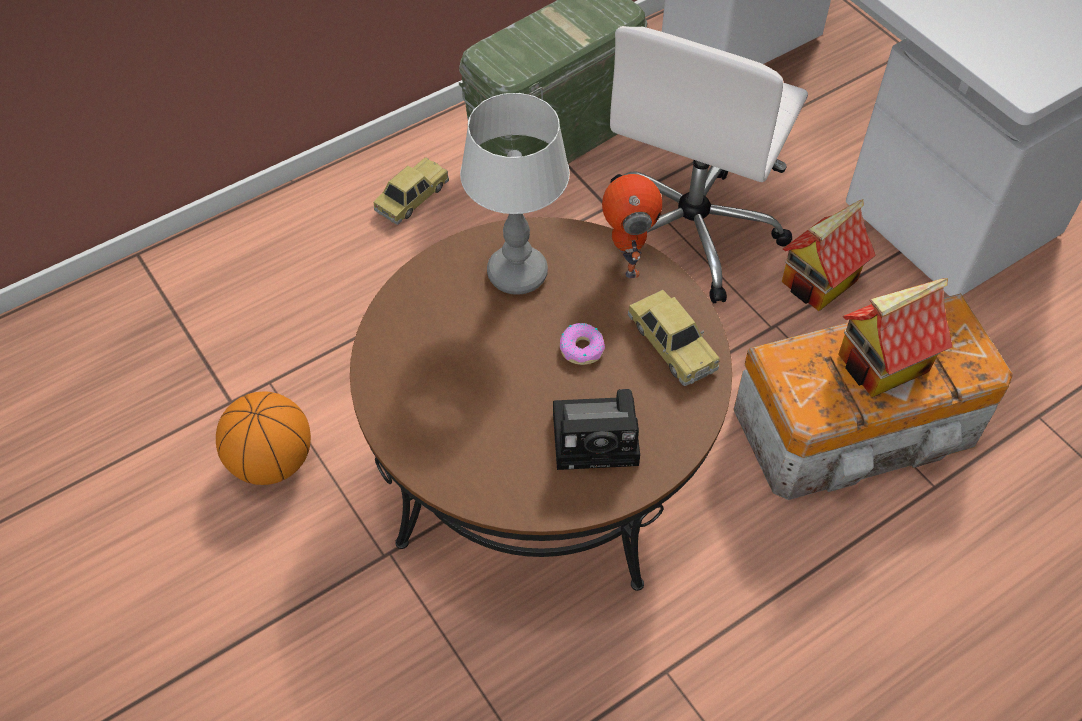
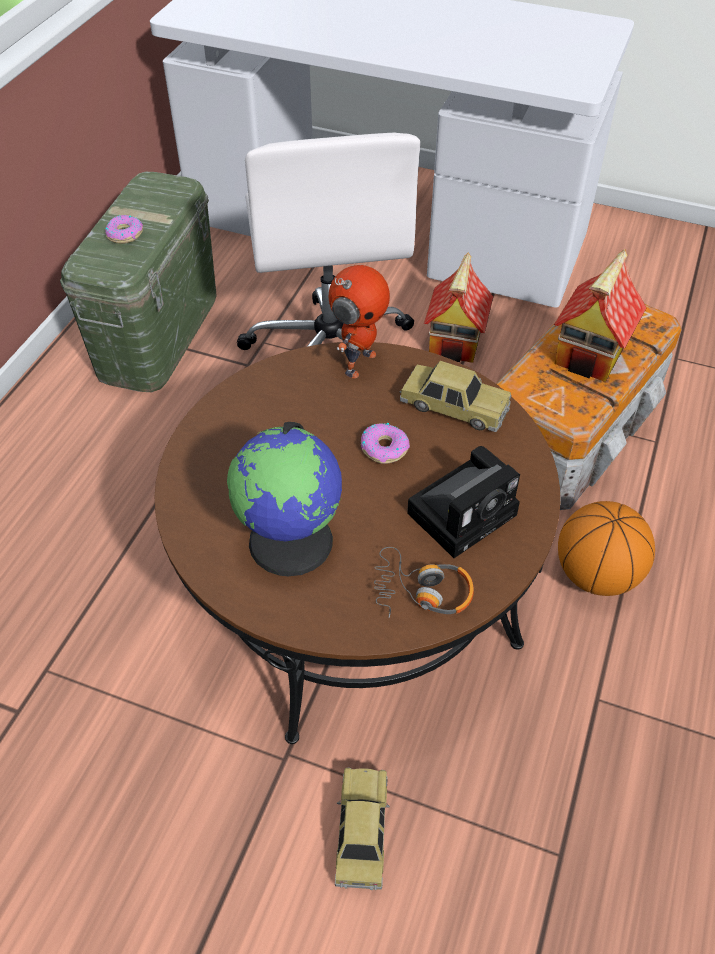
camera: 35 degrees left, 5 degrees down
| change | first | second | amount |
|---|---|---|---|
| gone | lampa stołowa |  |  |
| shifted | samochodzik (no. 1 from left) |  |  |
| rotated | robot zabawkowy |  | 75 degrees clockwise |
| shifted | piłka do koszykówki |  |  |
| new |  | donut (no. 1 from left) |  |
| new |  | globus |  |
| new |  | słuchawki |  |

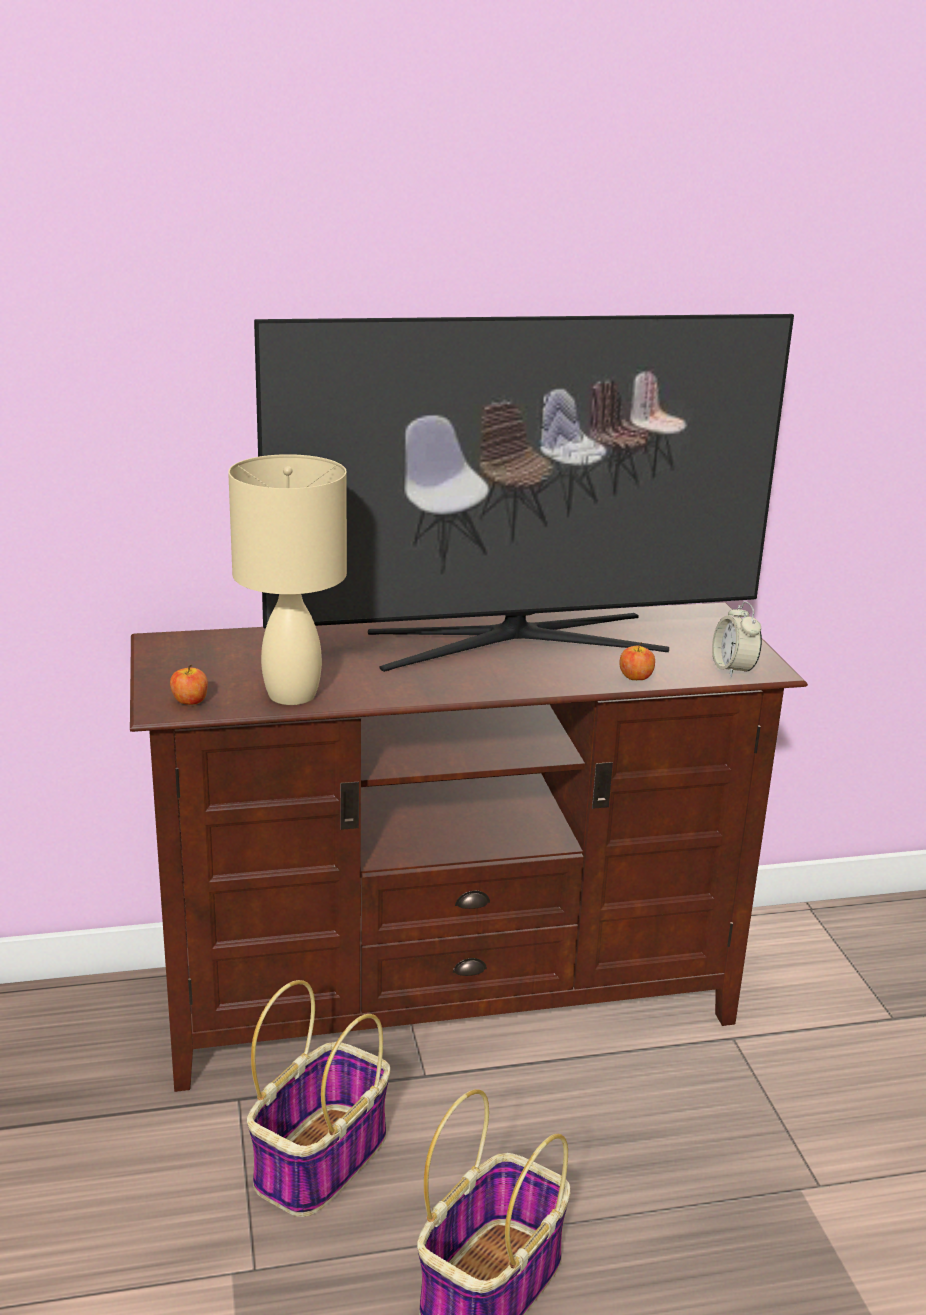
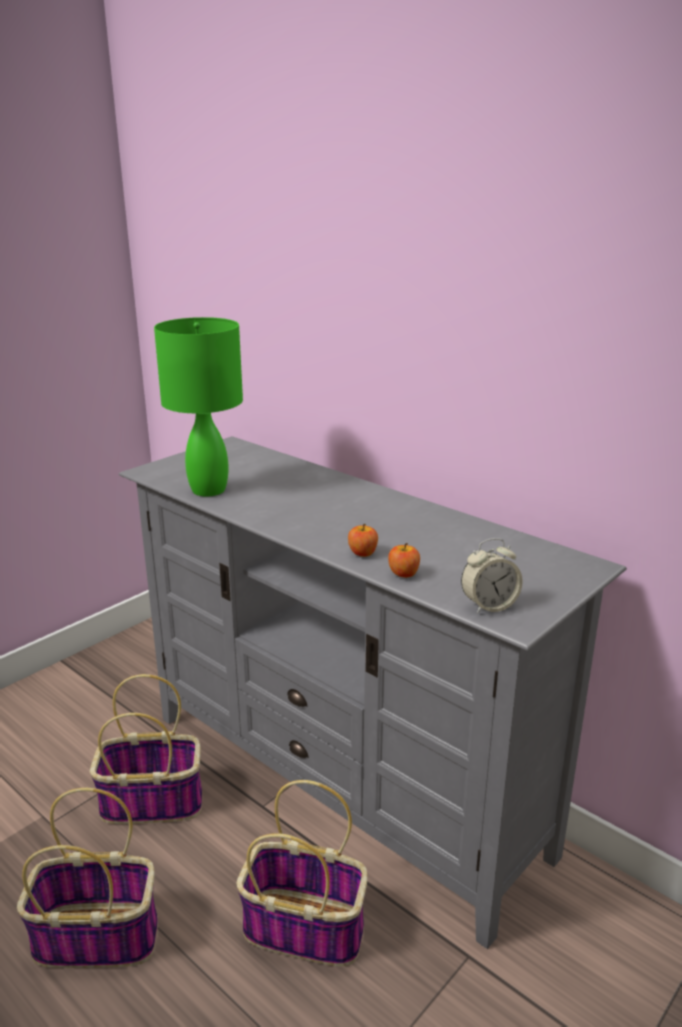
camera: 55 degrees right, 0 degrees up
| change | first | second | amount |
|---|---|---|---|
| gone | telewizor |  |  |
| repainted | lampa stołowa/beżowy | lampa stołowa/zielony |  |
| rotated | budzik |  | 150 degrees counterclockwise |
| repainted | szafka pod telewizor/brązowy | szafka pod telewizor/szary |  |
| shifted | jabłko (no. 1 from left) |  |  |
| new |  | koszyk (no. 3 from left) |  |

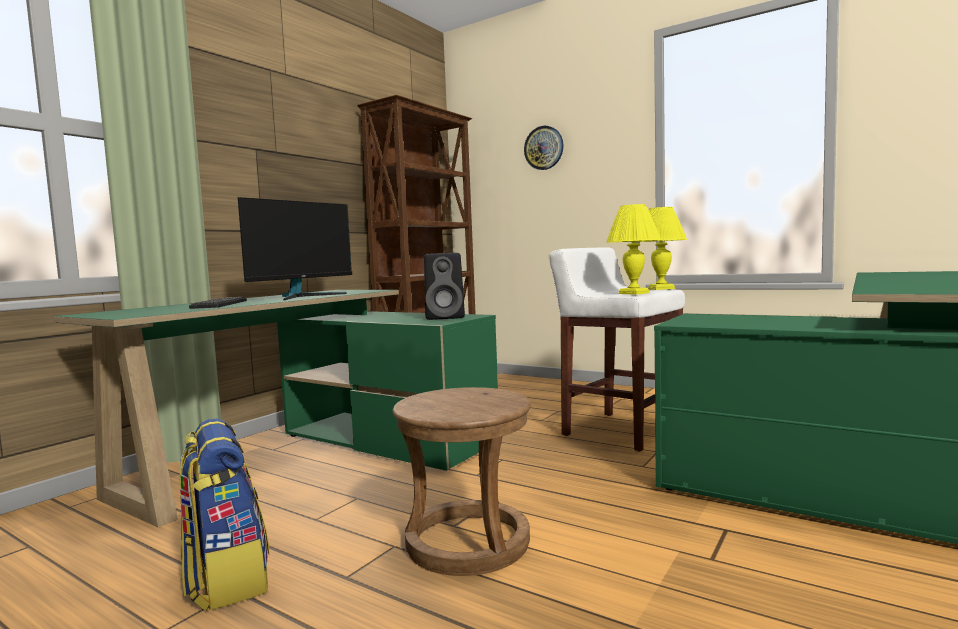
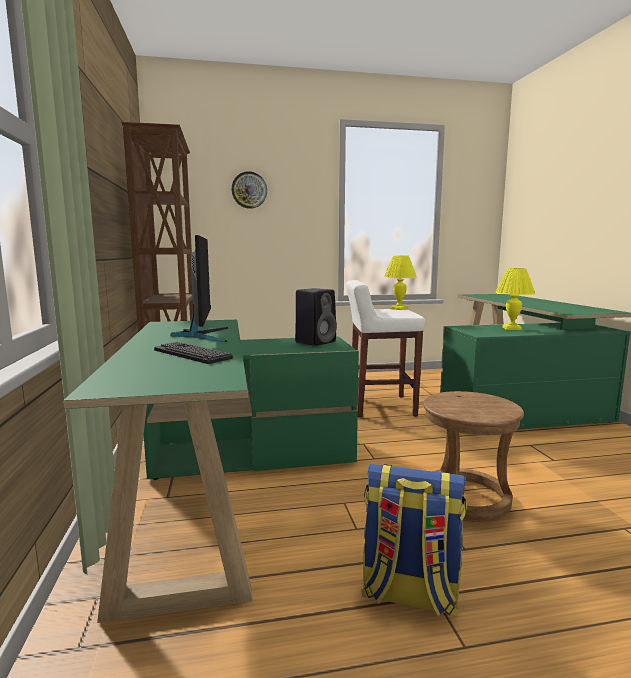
camera: 45 degrees left, 5 degrees up
| change | first | second | amount |
|---|---|---|---|
| shifted | lampa stołowa/żółty (no. 1 from left in the first image) | lampa stołowa/żółty (no. 2 from left) |  |

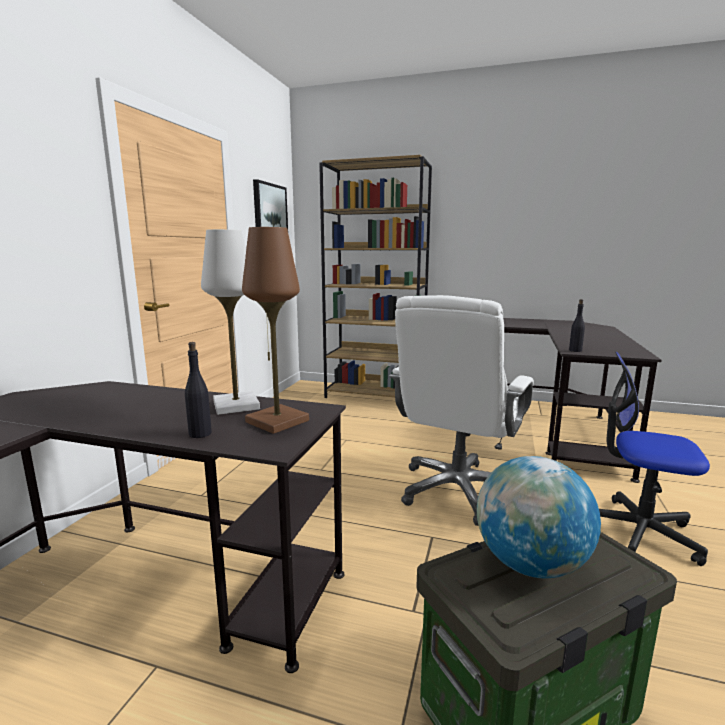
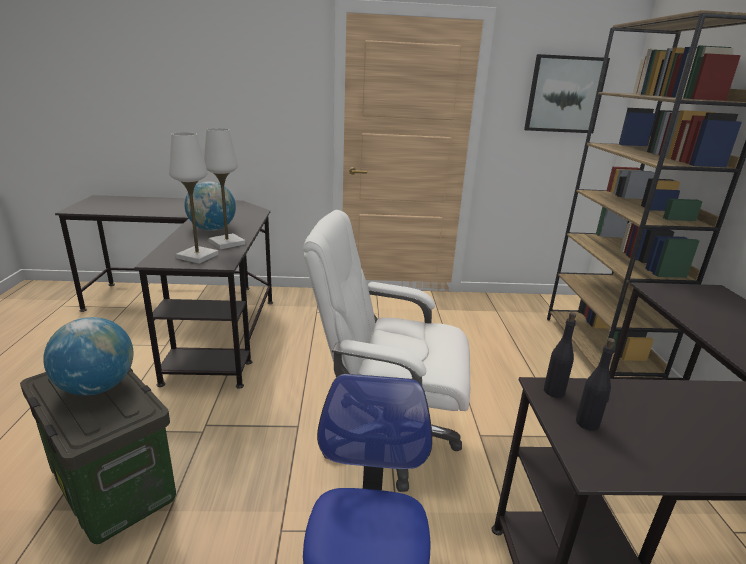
camera: 70 degrees right, 10 degrees up
| change | first | second | amount |
|---|---|---|---|
| repainted | lampa stołowa/brązowy | lampa stołowa/biały (no. 1 from left) |  |
| shifted | butelka/czarny (no. 1 from left in the first image) | butelka/czarny (no. 2 from left) |  |
| new |  | globus (no. 2 from left) |  |

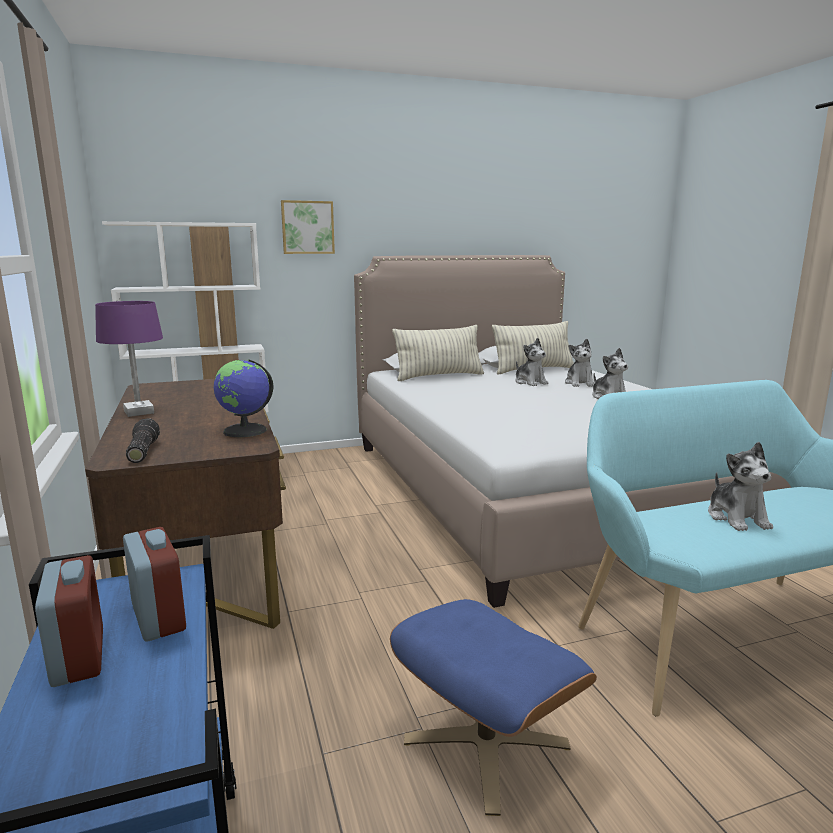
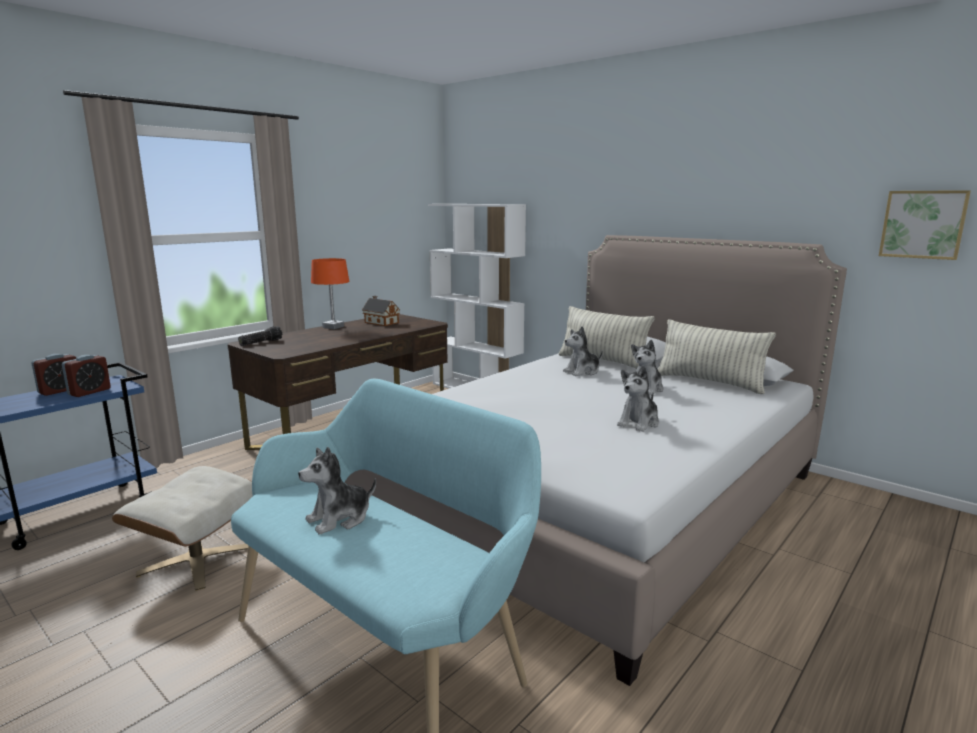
camera: 60 degrees right, 0 degrees up
| change | first | second | amount |
|---|---|---|---|
| shifted | obraz |  |  |
| repainted | lampa stołowa/fioletowy | lampa stołowa/pomarańczowy |  |
| shifted | pluszak (no. 2 from left) |  |  |
| gone | globus |  |  |
| repainted | pufa/niebieski | pufa/beżowy |  |
| new |  | domek |  |

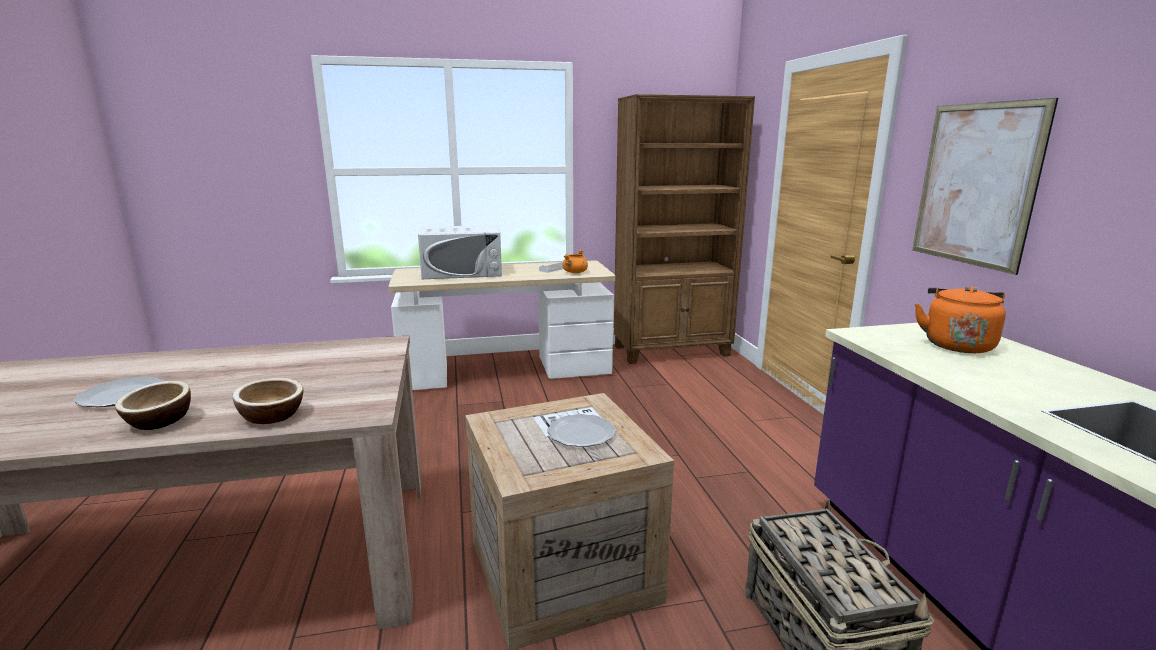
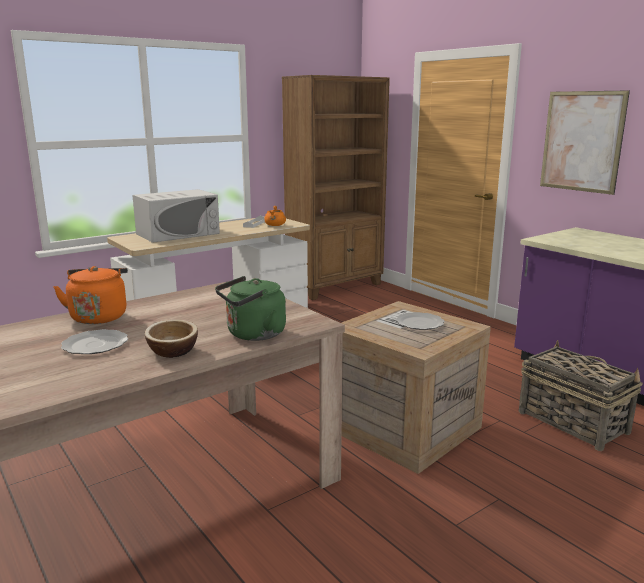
camera: 25 degrees left, 0 degrees up
| change | first | second | amount |
|---|---|---|---|
| shifted | czajnik/pomarańczowy |  |  |
| swapped | miska (no. 2 from left) | czajnik/zielony |  |

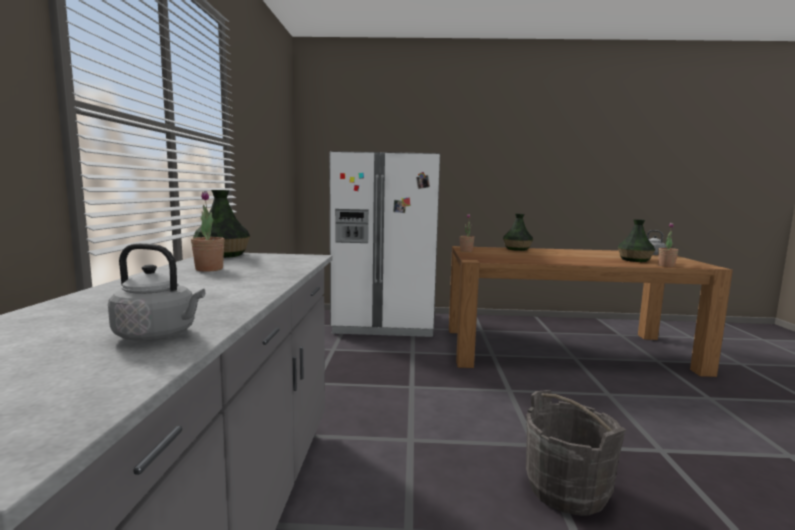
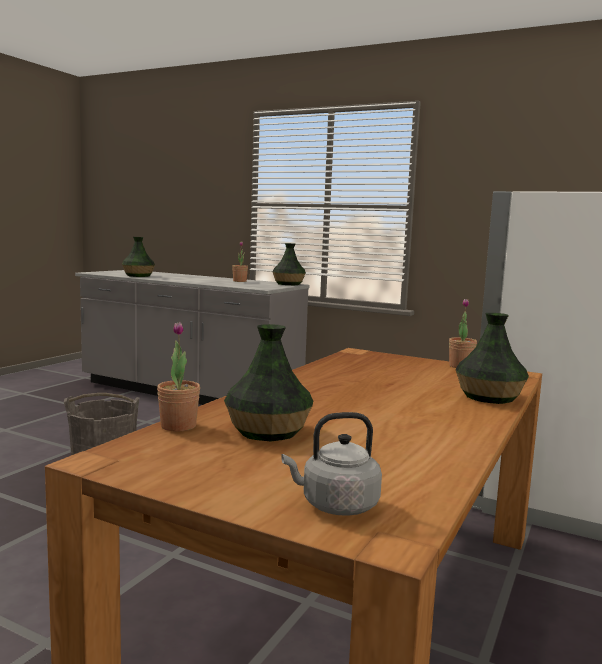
camera: 115 degrees right, 0 degrees up
| change | first | second | amount |
|---|---|---|---|
| swapped | czajnik/szary (no. 1 from left) | wazon (no. 1 from left) |  |

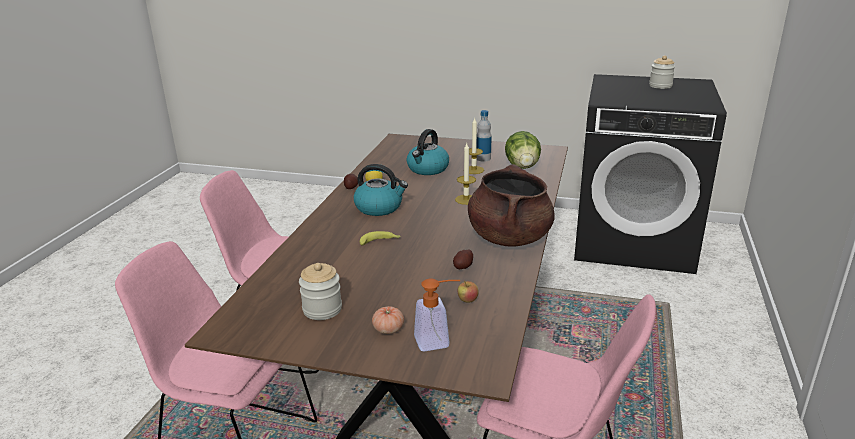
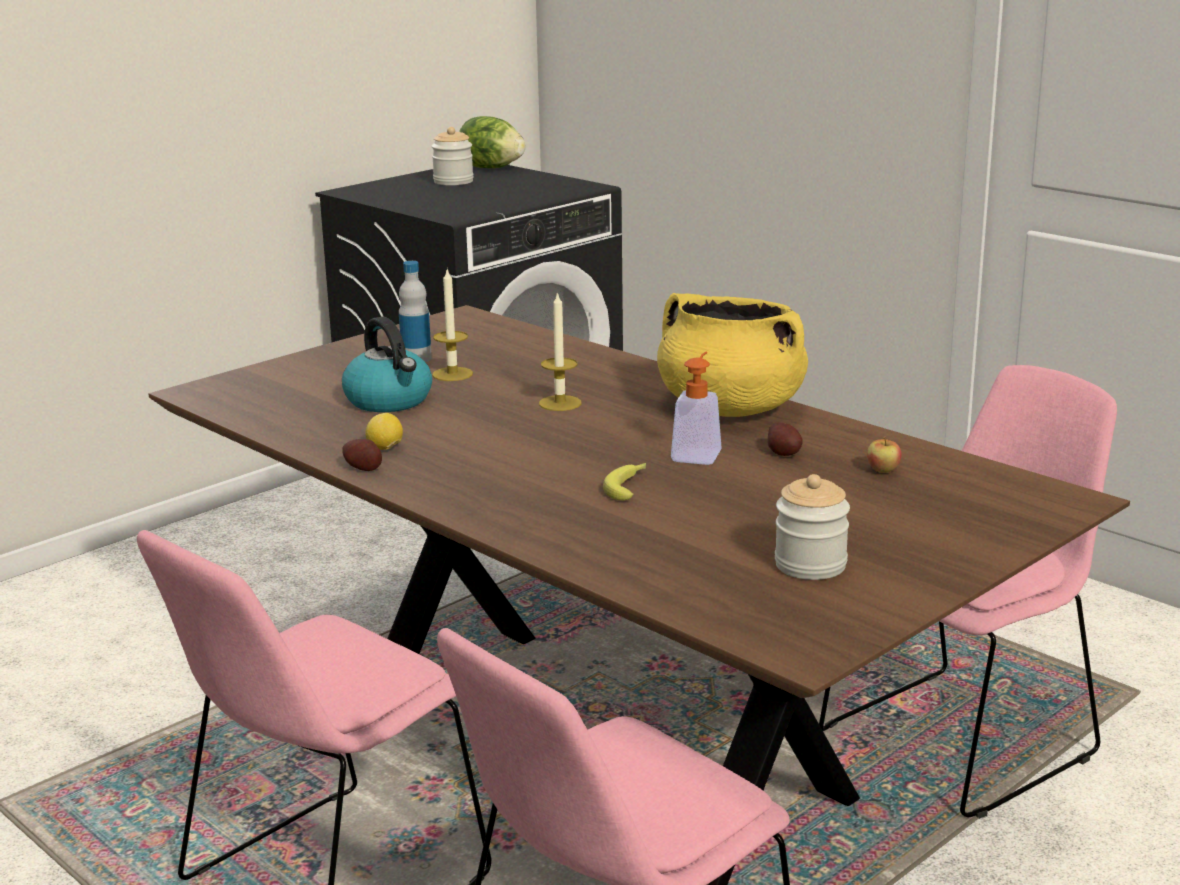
camera: 60 degrees left, 5 degrees down
| change | first | second | amount |
|---|---|---|---|
| shifted | sałata |  |  |
| gone | czajnik (no. 1 from left) |  |  |
| repainted | garnek/brązowy | garnek/żółty |  |
| shifted | dozownik mydła |  |  |
| gone | pomidor |  |  |

